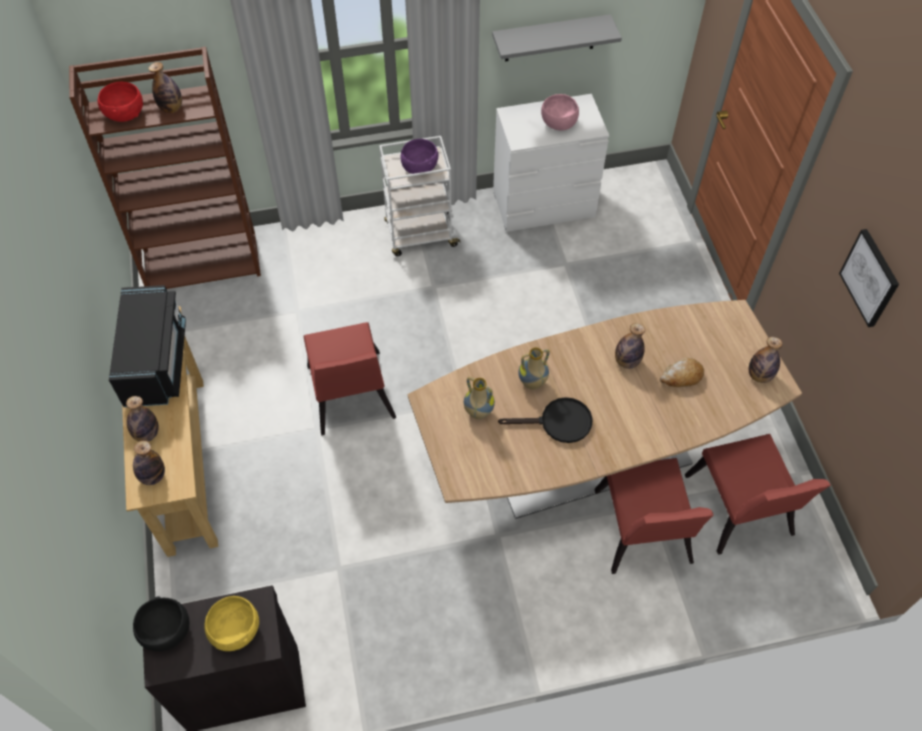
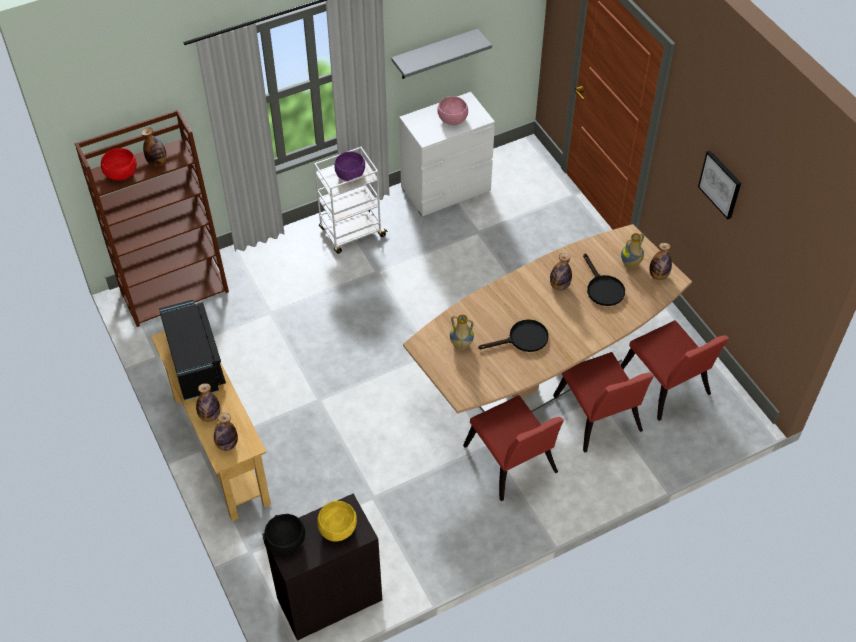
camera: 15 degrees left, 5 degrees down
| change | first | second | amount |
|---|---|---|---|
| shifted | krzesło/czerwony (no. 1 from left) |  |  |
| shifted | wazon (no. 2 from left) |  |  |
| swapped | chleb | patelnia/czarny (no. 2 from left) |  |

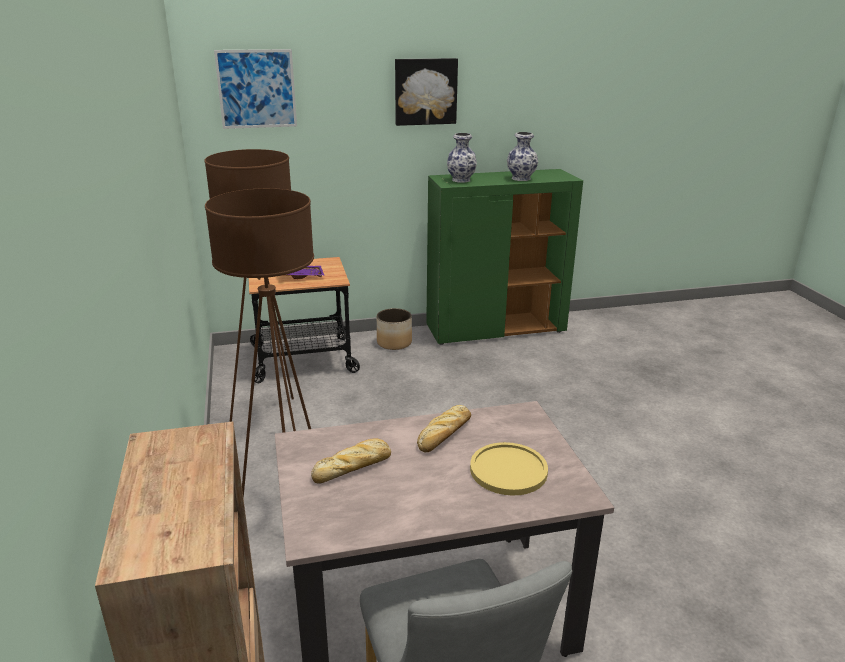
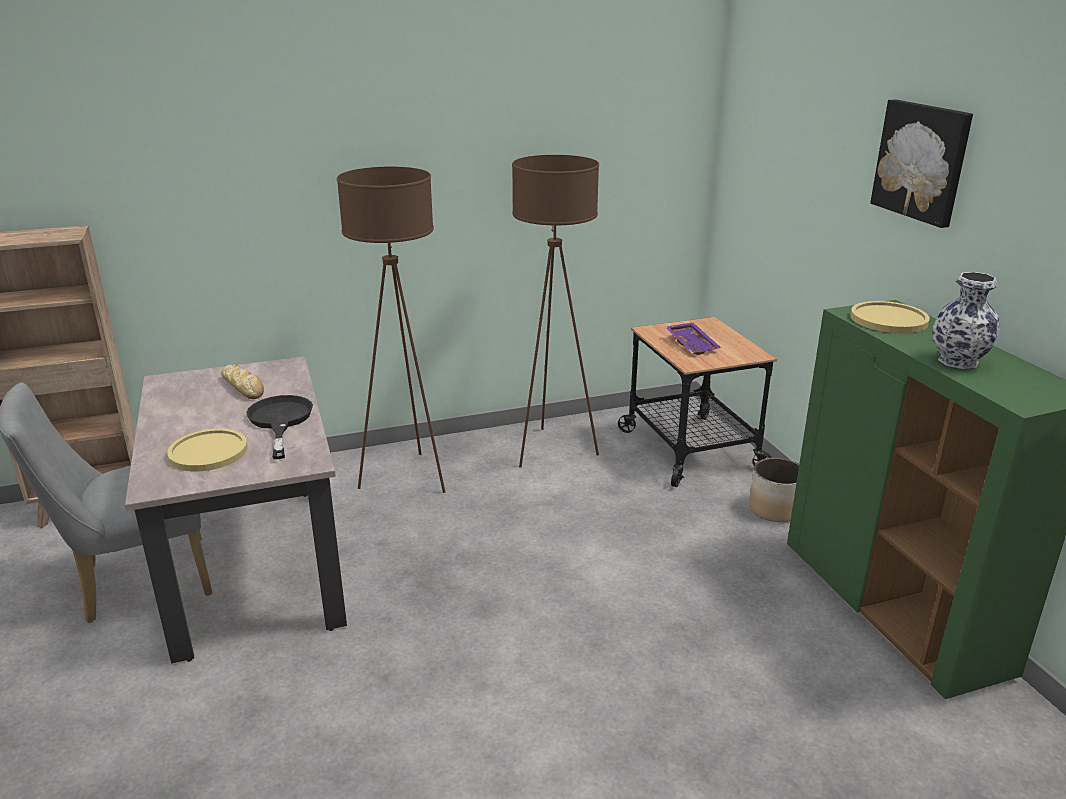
camera: 85 degrees right, 0 degrees up
| change | first | second | amount |
|---|---|---|---|
| gone | obraz (no. 1 from left) |  |  |
| swapped | wazon (no. 1 from left) | talerz/żółty (no. 2 from left) |  |
| swapped | chleb (no. 2 from left) | patelnia/czarny |  |

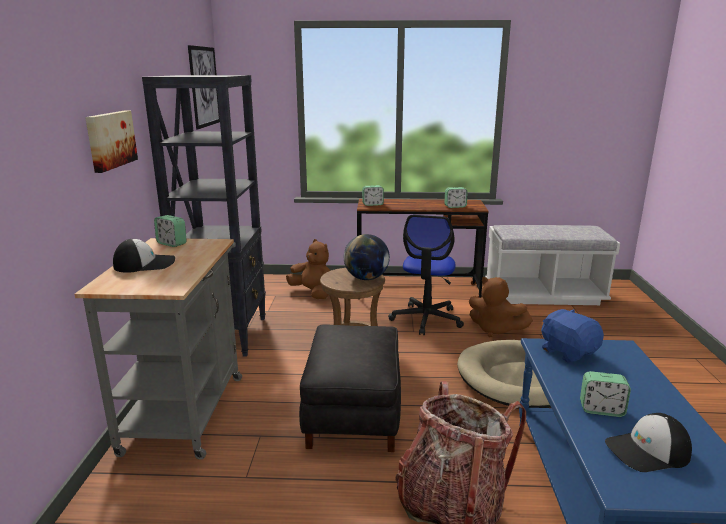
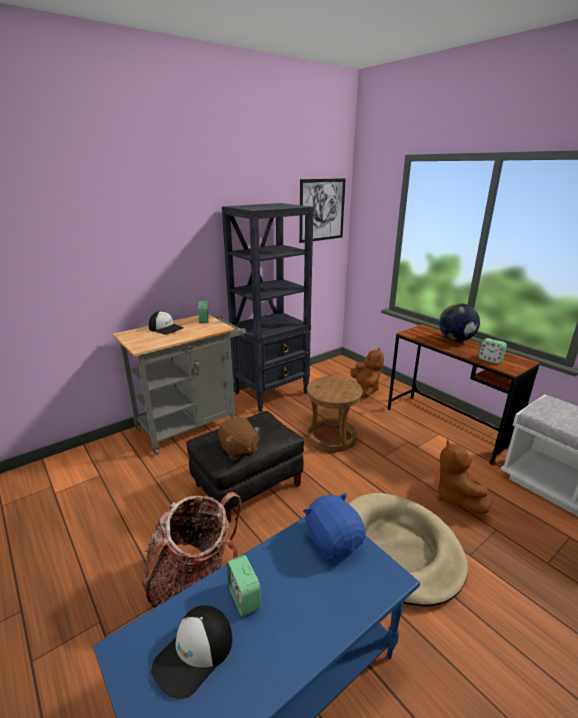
camera: 50 degrees right, 5 degrees up
| change | first | second | amount |
|---|---|---|---|
| gone | obraz (no. 1 from left) |  |  |
| gone | budzik (no. 2 from left) |  |  |
| gone | krzesło biurowe |  |  |
| shifted | globus |  |  |
| rotated | pluszak/niebieski |  | 45 degrees counterclockwise |
| rotated | czapka z daszkiem (no. 2 from left) |  | 90 degrees counterclockwise |
| new |  | pluszak/brązowy (no. 1 from left) |  |

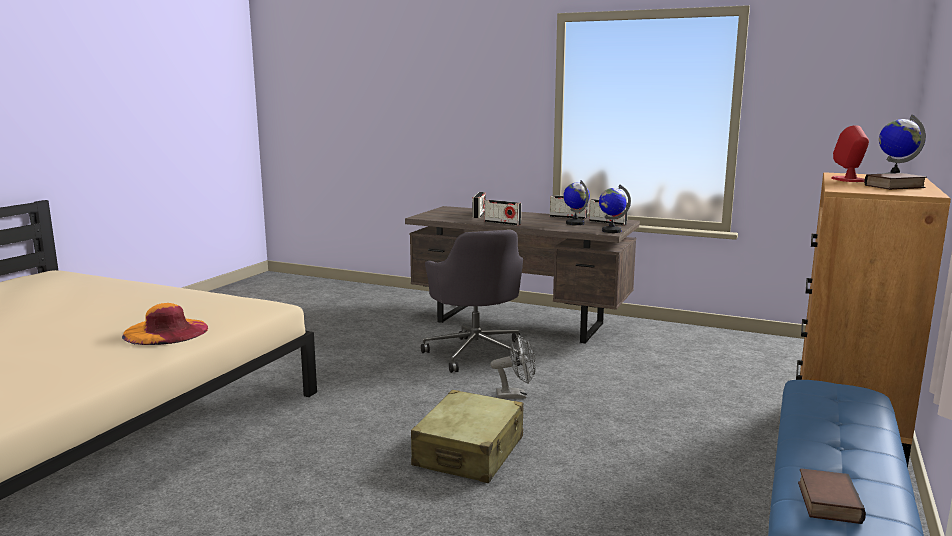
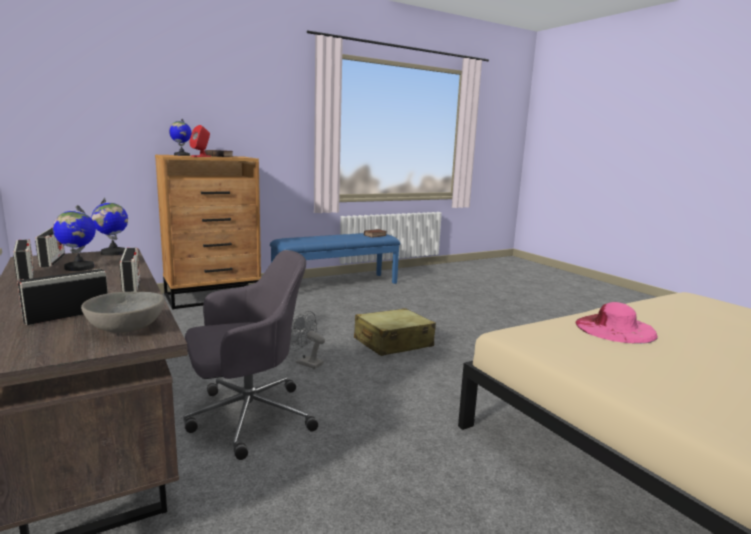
camera: 145 degrees left, 0 degrees up
| change | first | second | amount |
|---|---|---|---|
| rotated | krzesło biurowe/szary |  | 45 degrees clockwise |
| repainted | kapelusz/pomarańczowy | kapelusz/różowy |  |
| new |  | miska/szary |  |

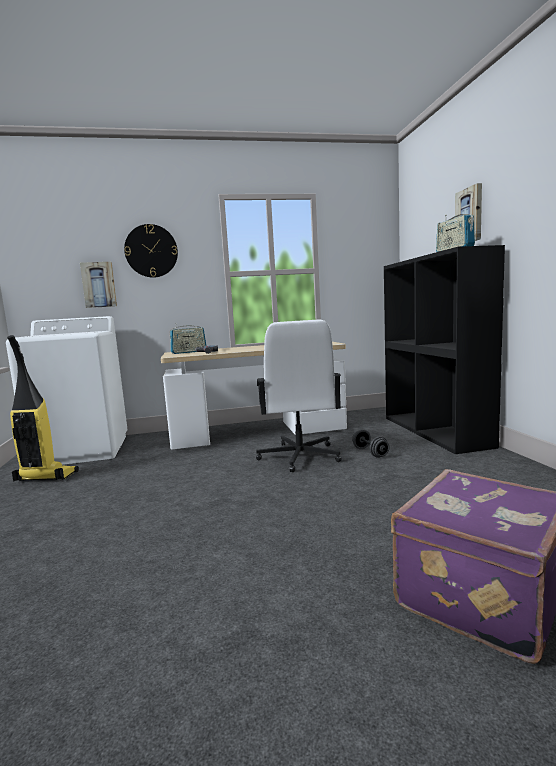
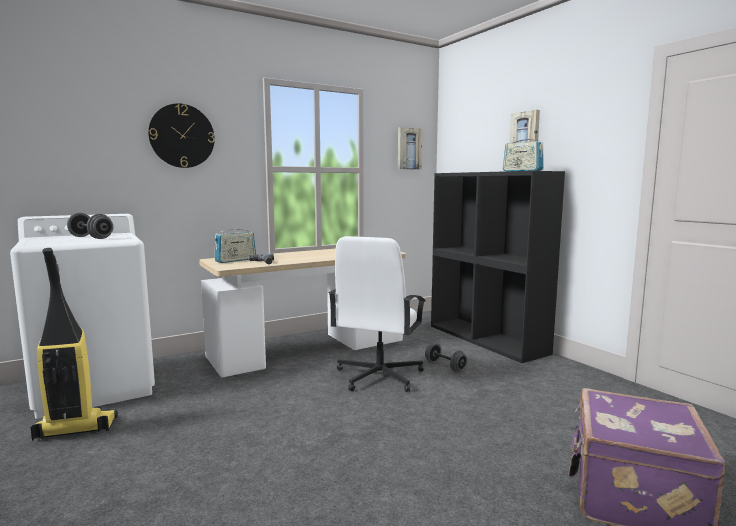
camera: 20 degrees left, 0 degrees up
| change | first | second | amount |
|---|---|---|---|
| shifted | obraz (no. 1 from left) |  |  |
| rotated | krzesło biurowe/biały |  | 45 degrees clockwise |
| new |  | hantel/szary (no. 1 from left) |  |

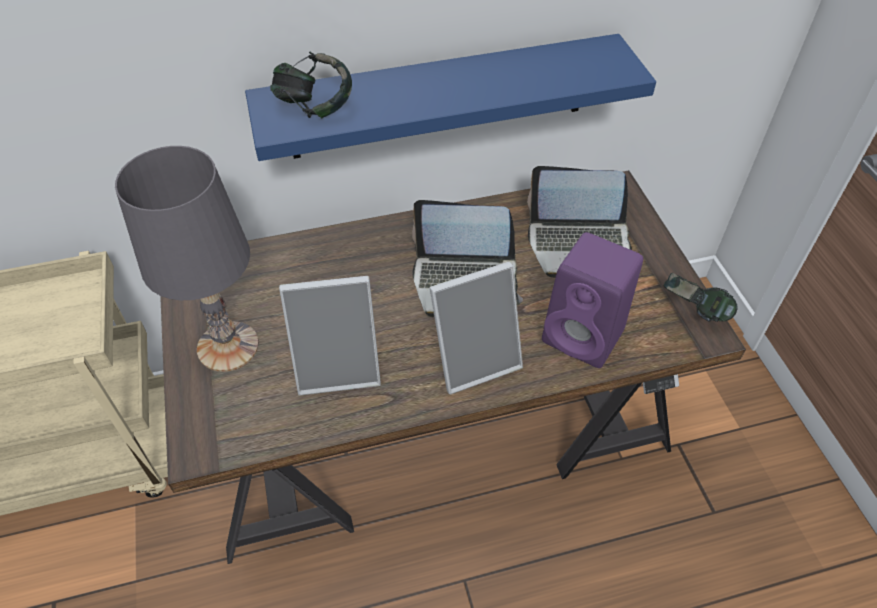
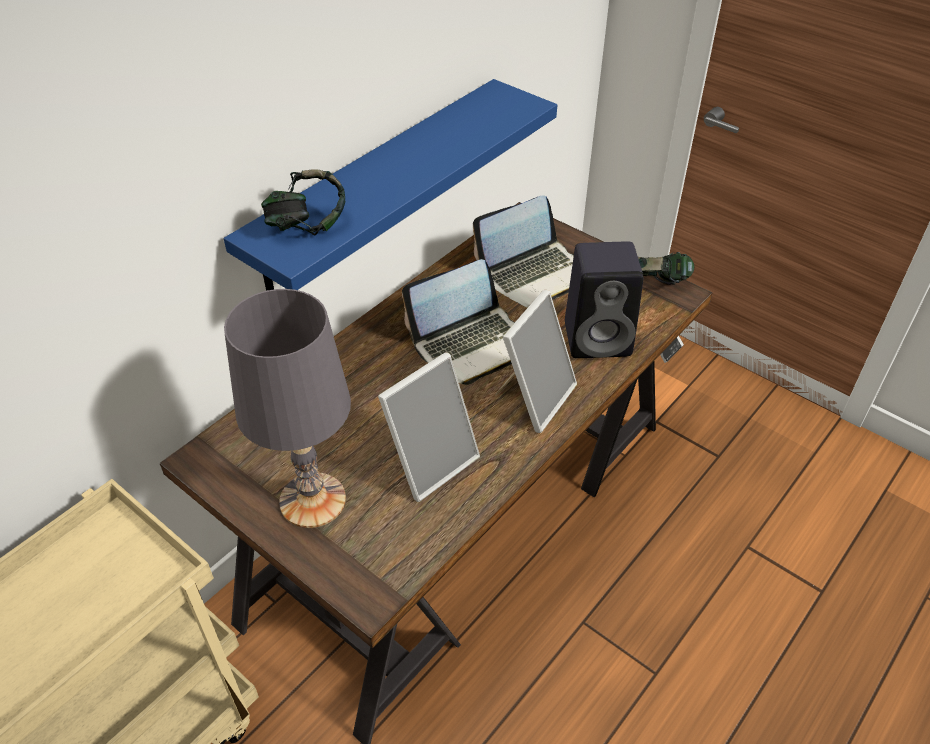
camera: 35 degrees left, 5 degrees down
| change | first | second | amount |
|---|---|---|---|
| repainted | głośnik/fioletowy | głośnik/czarny |  |

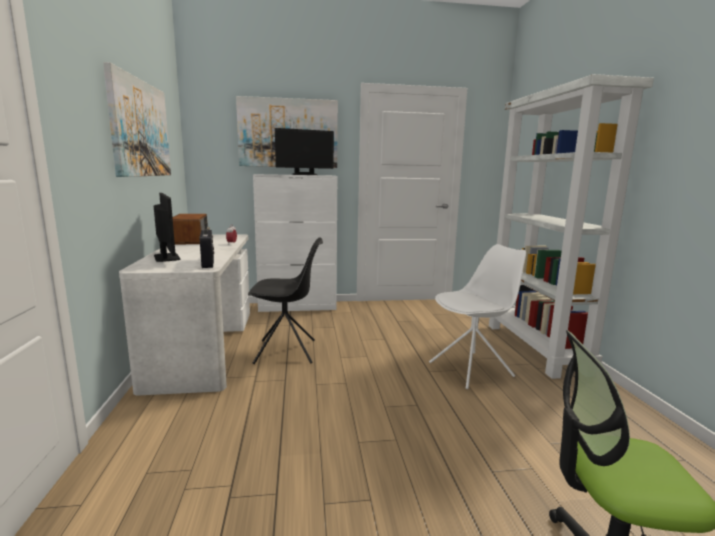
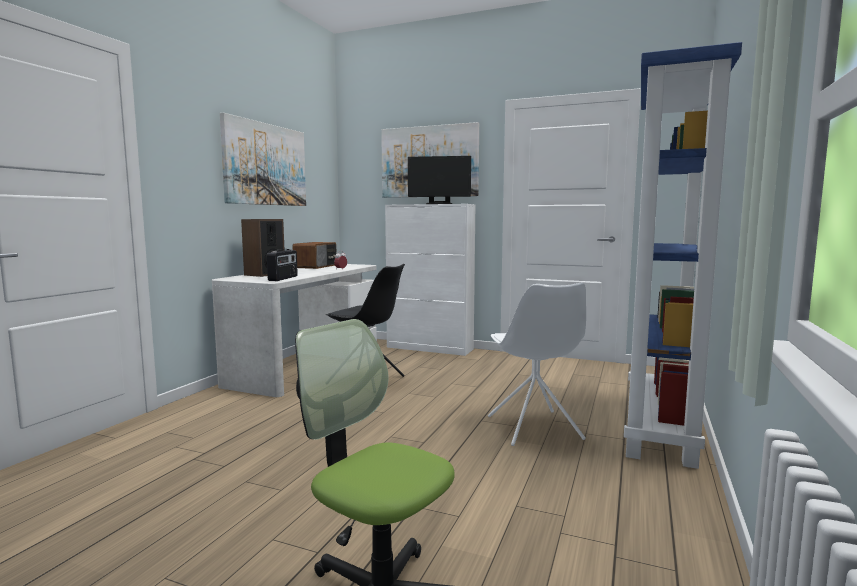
camera: 30 degrees right, 5 degrees down
| change | first | second | amount |
|---|---|---|---|
| repainted | regał/biały | regał/niebieski |  |
| swapped | monitor (no. 1 from left) | głośnik |  |
| rotated | krzesło/biały |  | 75 degrees clockwise |

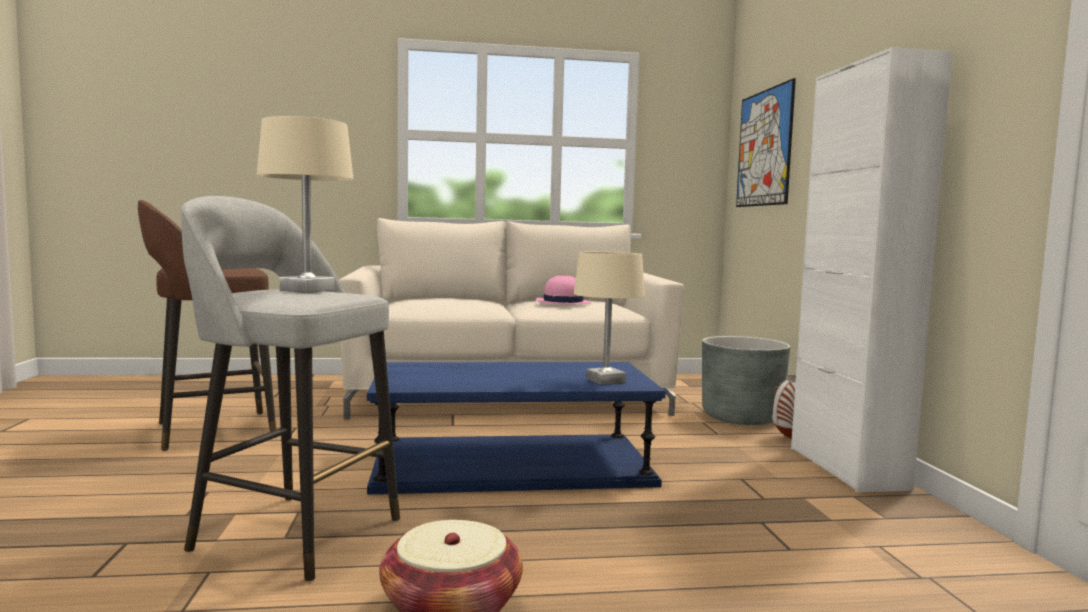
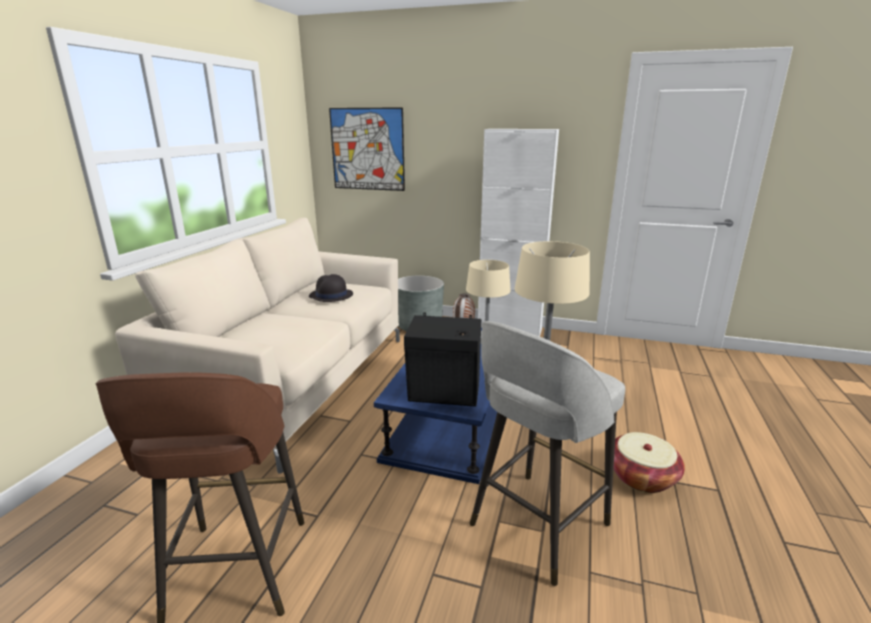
camera: 65 degrees left, 15 degrees up
| change | first | second | amount |
|---|---|---|---|
| repainted | kapelusz/różowy | kapelusz/czarny |  |
| new |  | głośnik/czarny |  |

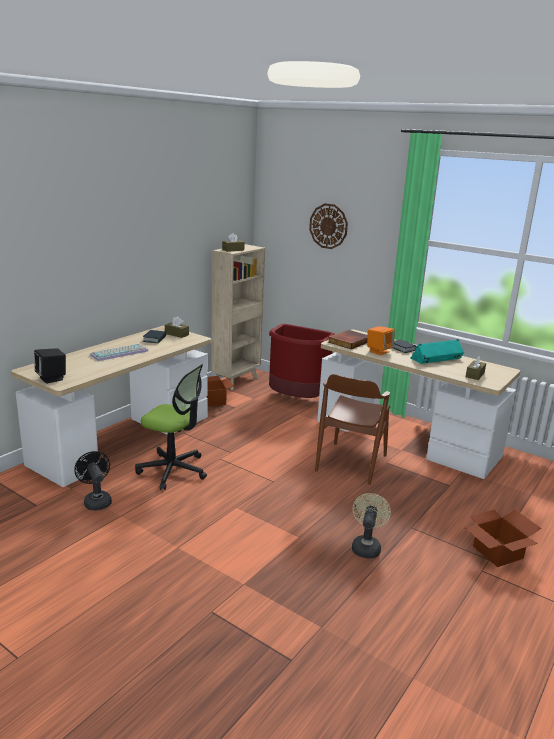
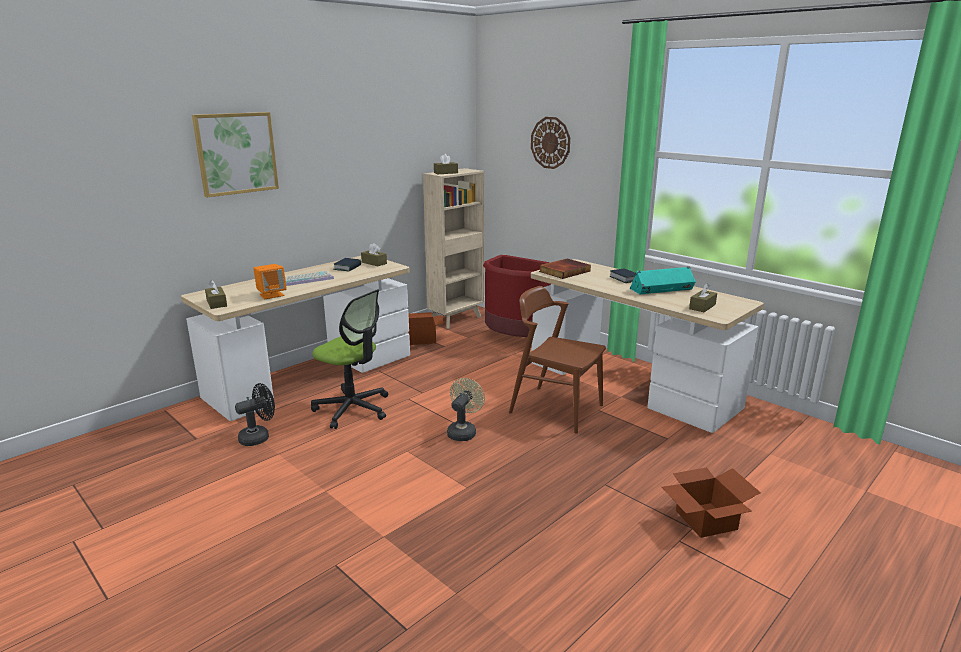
camera: 10 degrees right, 0 degrees up
| change | first | second | amount |
|---|---|---|---|
| shifted | głośnik/pomarańczowy |  |  |
| swapped | głośnik/czarny | pudełko chusteczek/brązowy (no. 1 from left) |  |
| rotated | krzesło/brązowy |  | 90 degrees clockwise |
| rotated | wentylator/czarny |  | 75 degrees clockwise |
| shifted | wentylator/beżowy |  |  |
| new |  | obraz |  |

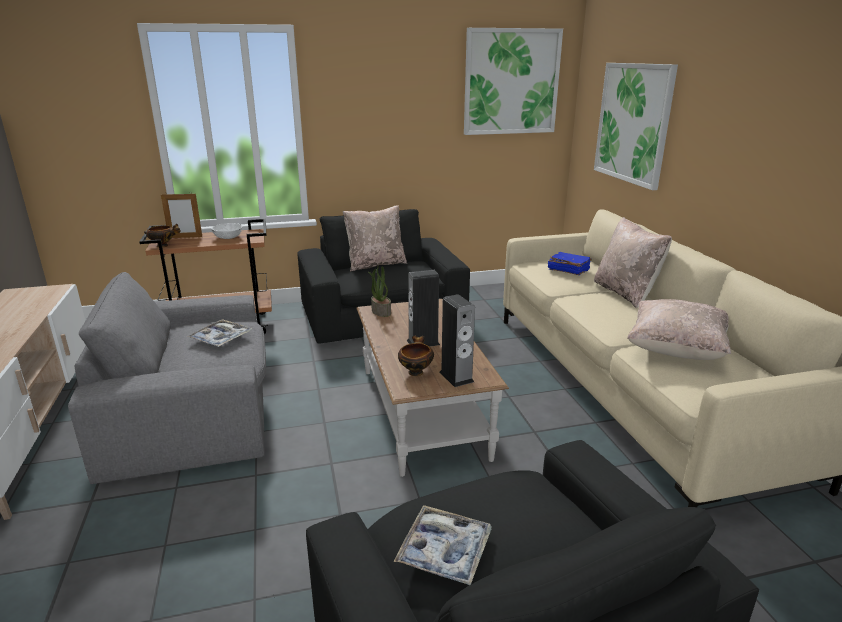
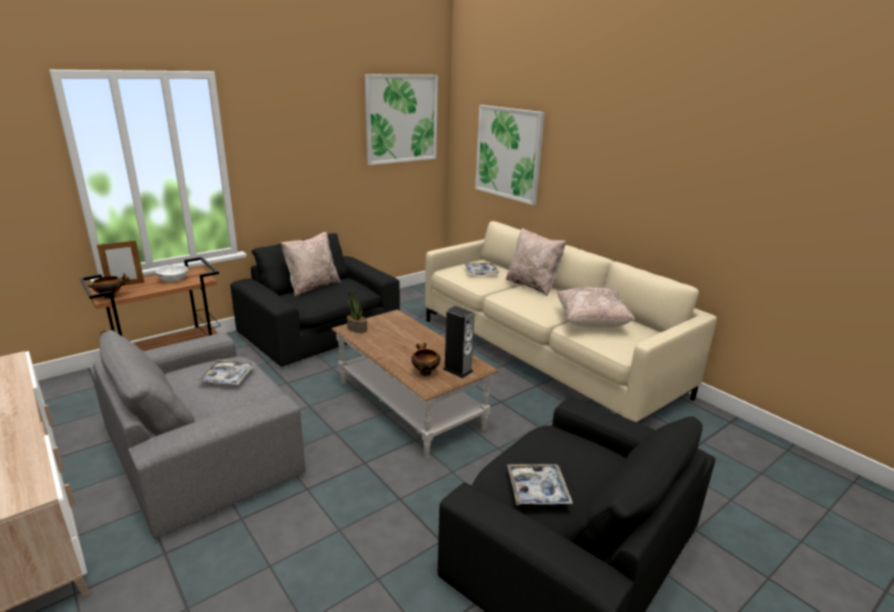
camera: 25 degrees left, 0 degrees up
| change | first | second | amount |
|---|---|---|---|
| swapped | książka/niebieski | taca (no. 2 from left) |  |
| gone | głośnik (no. 1 from left) |  |  |

